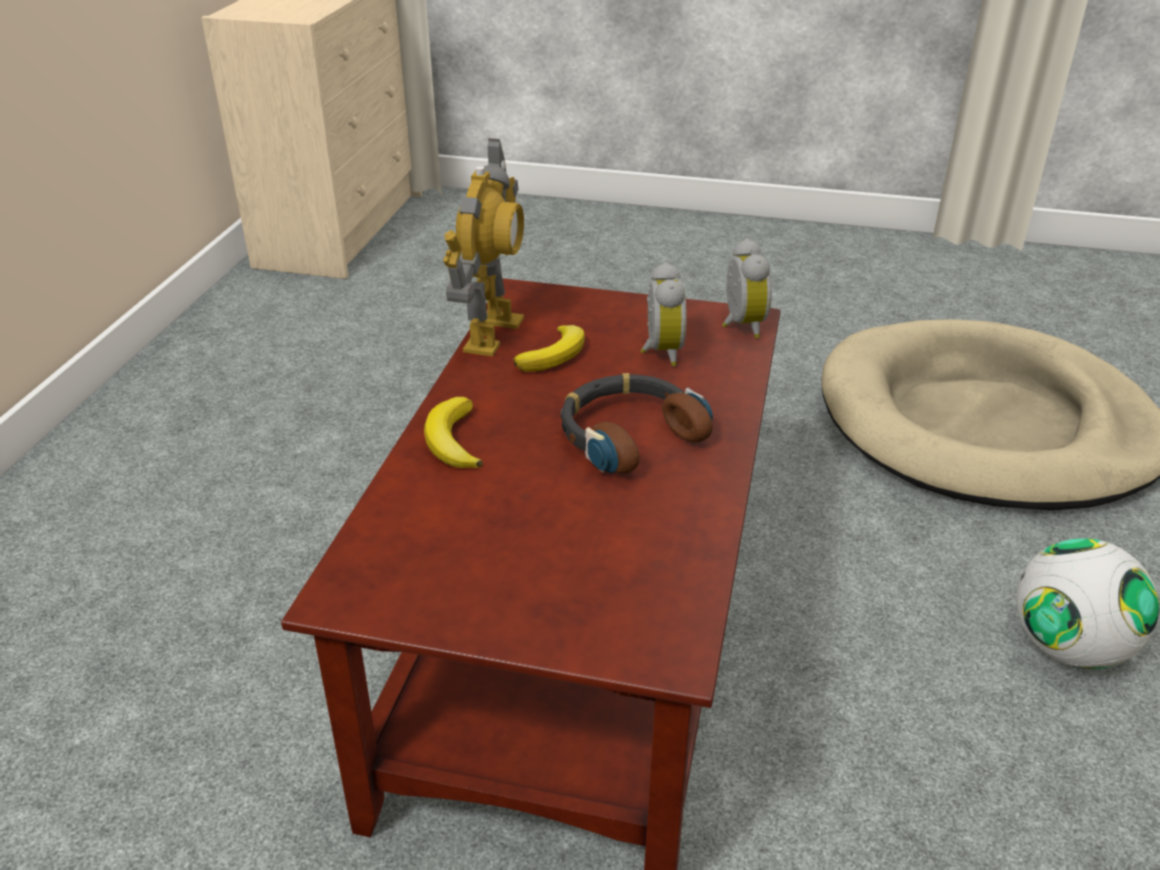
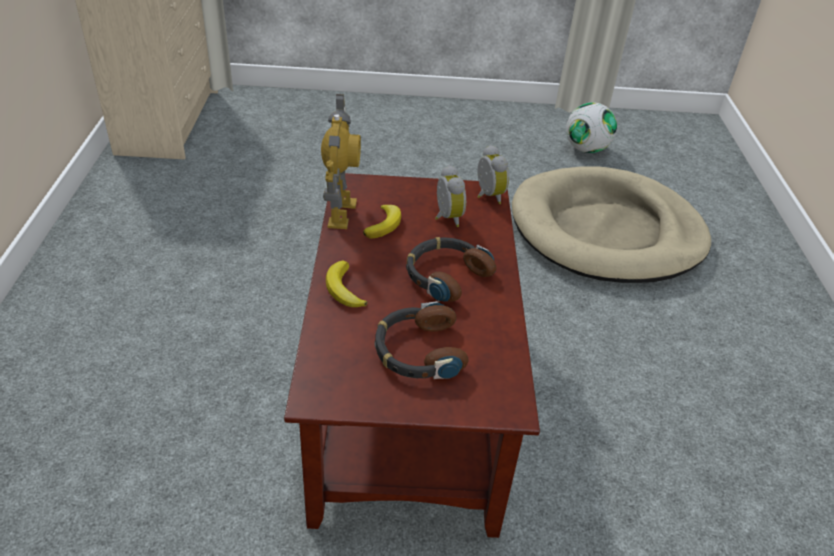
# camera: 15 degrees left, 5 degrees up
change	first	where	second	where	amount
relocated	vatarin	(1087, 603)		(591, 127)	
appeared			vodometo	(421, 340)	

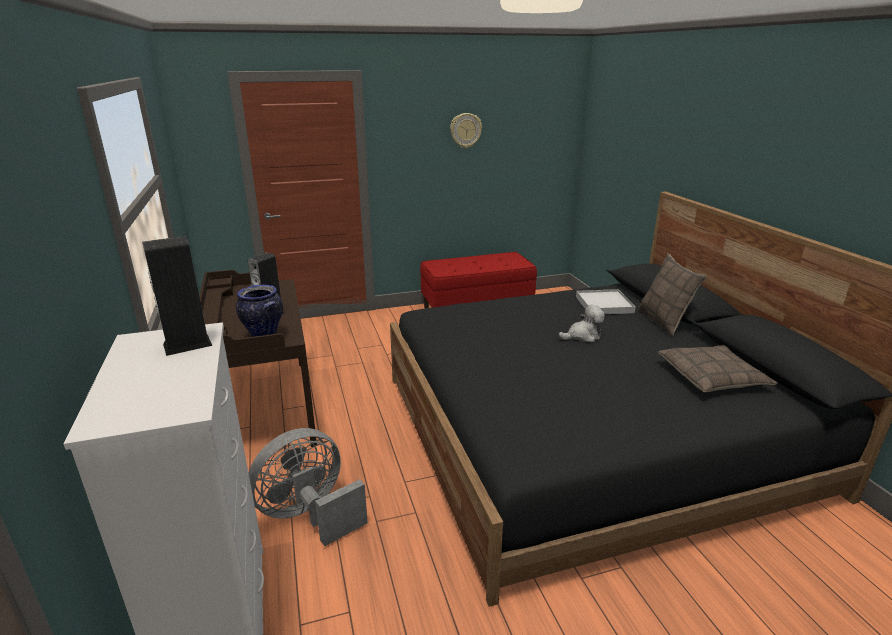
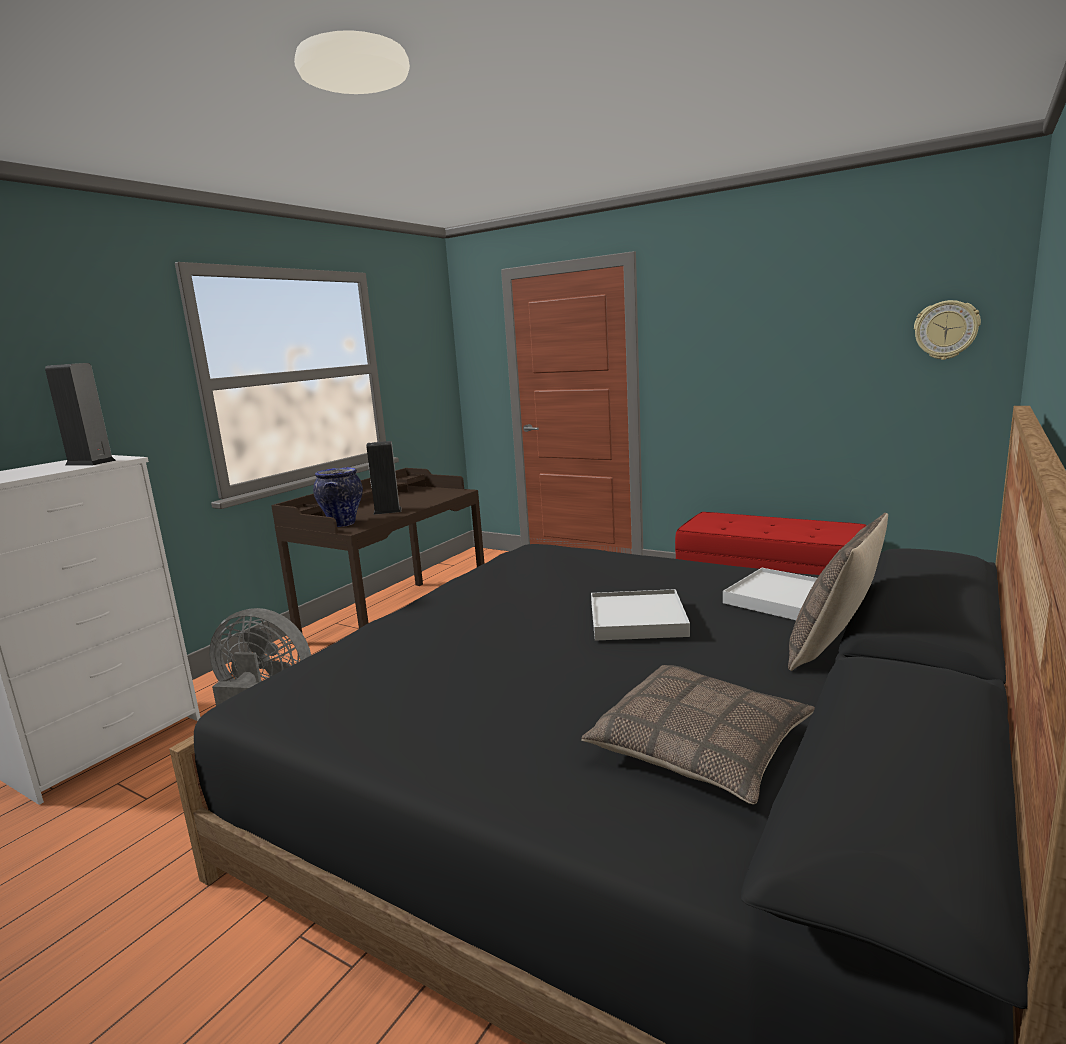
# camera: 50 degrees right, 10 degrees down
change	first	where	second	where	amount
relocated	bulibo	(466, 130)		(947, 330)	
exchanged	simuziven	(581, 323)	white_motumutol	(640, 615)	

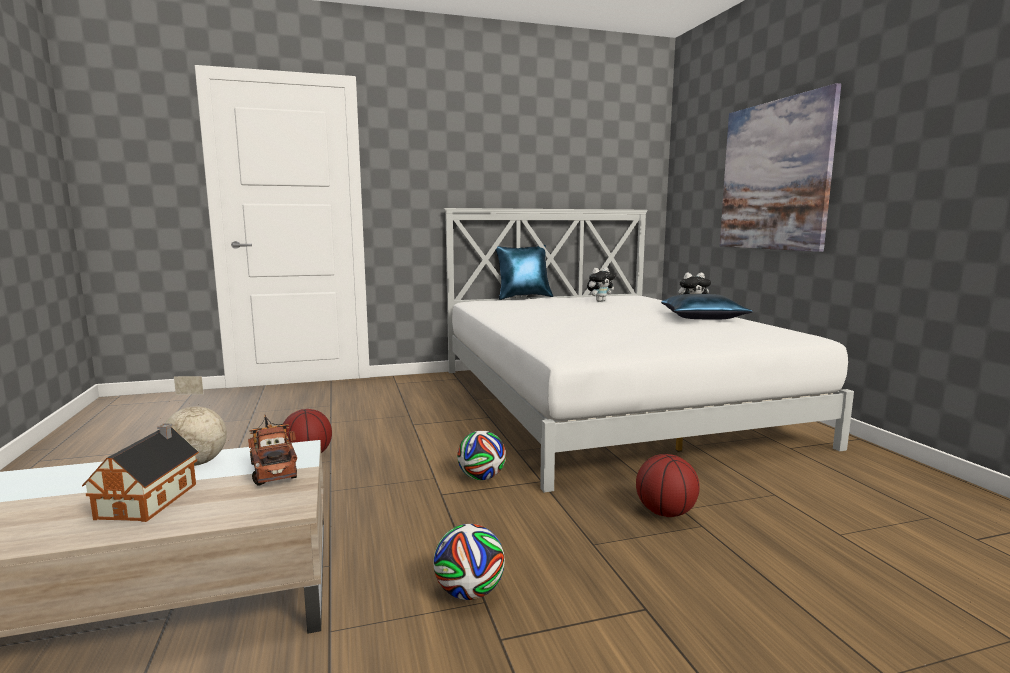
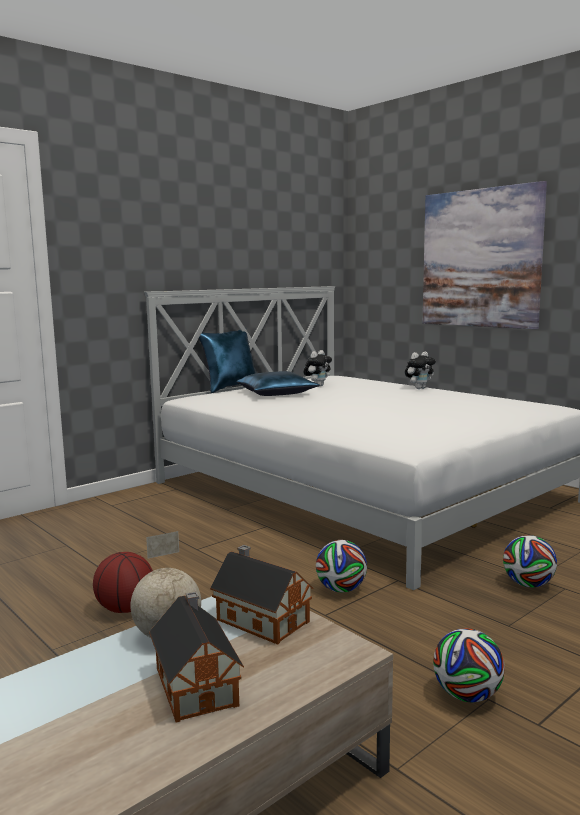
# camera: 25 degrees left, 0 degrees up
change	first	where	second	where	amount
relocated	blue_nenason	(707, 307)		(278, 383)	
exchanged	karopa	(272, 450)	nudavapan	(261, 595)	
exchanged	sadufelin	(668, 485)	vatarin	(530, 561)	

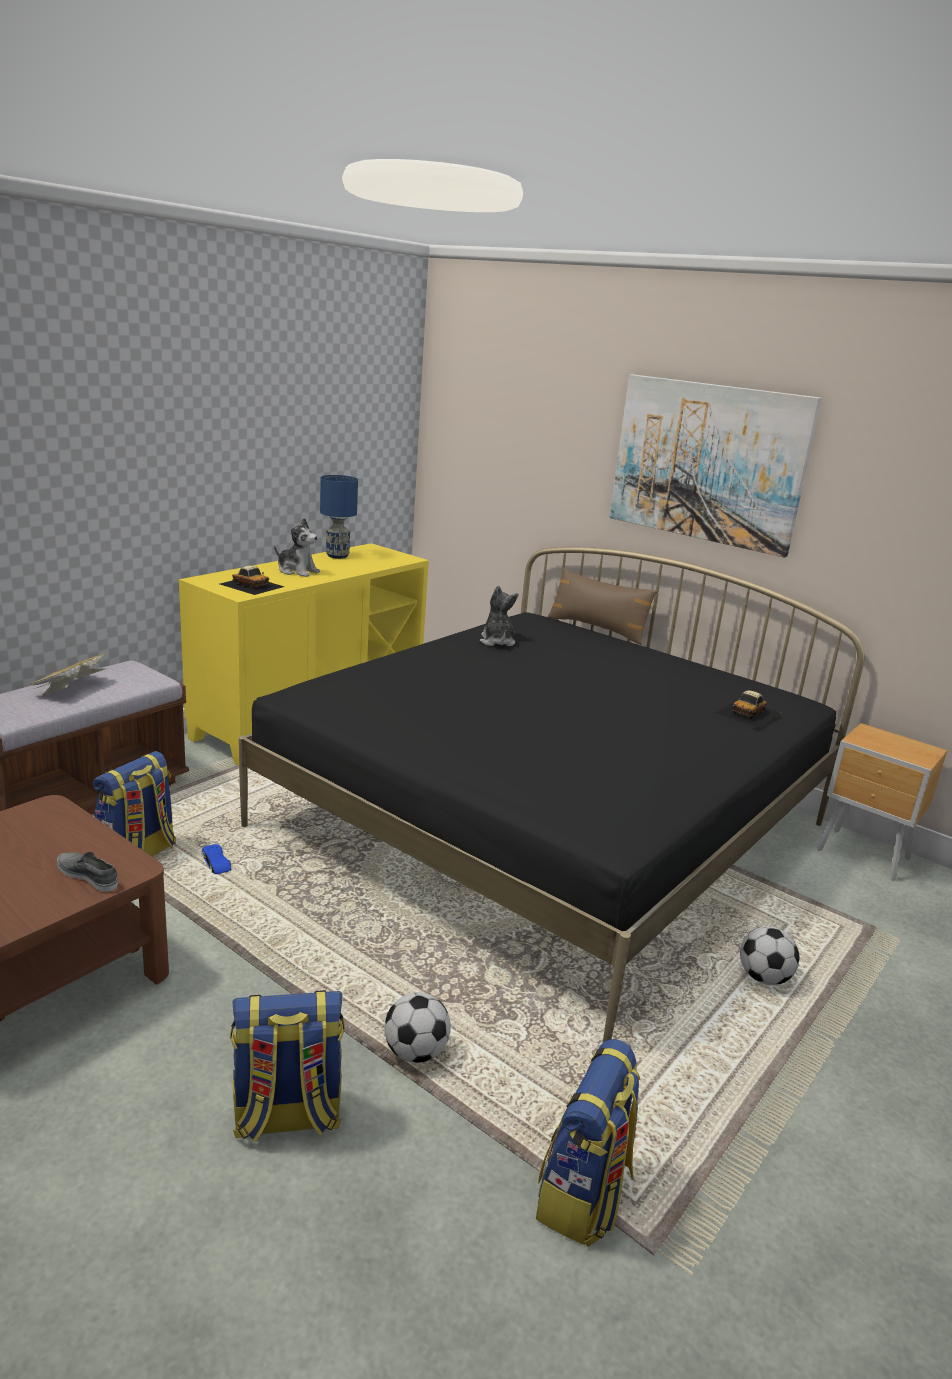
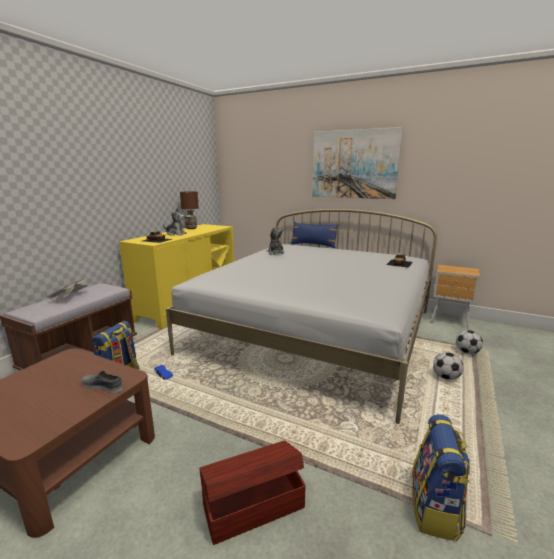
# camera: 10 degrees left, 5 degrees down
change	first	where	second	where	amount
colour	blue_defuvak	(339, 517)	brown_defuvak	(189, 210)	
colour	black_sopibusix	(551, 794)	white_sopibusix	(301, 316)	
colour	brown_nenason	(602, 606)	blue_nenason	(314, 235)	
exchanged	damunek	(287, 1066)	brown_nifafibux	(252, 492)	
relocated	vatarin	(417, 1027)		(469, 342)	

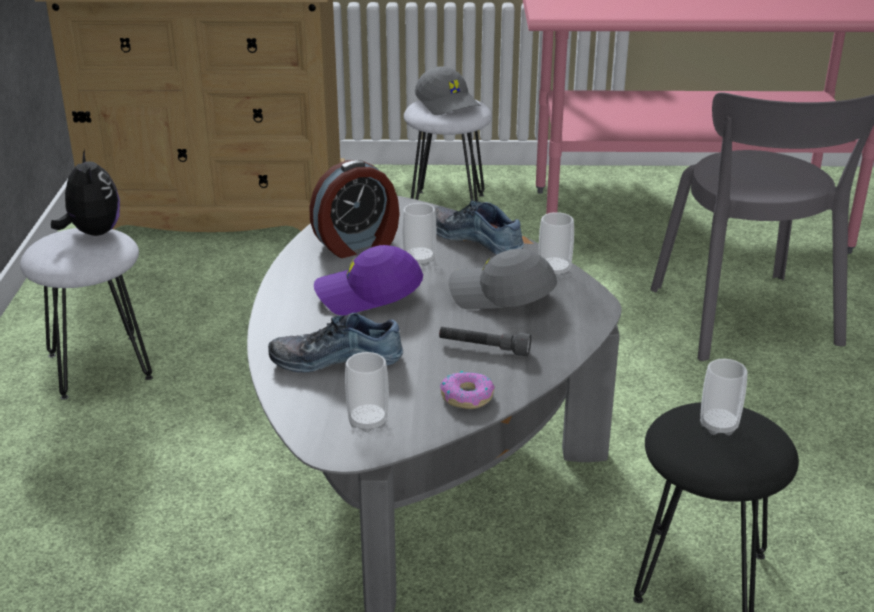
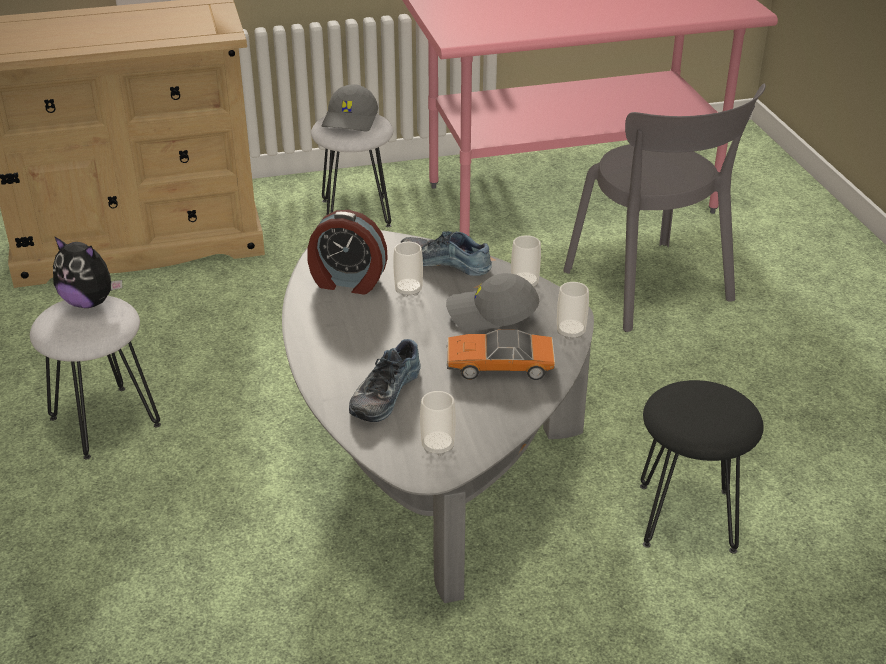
# camera: 15 degrees left, 5 degrees up
change	first	where	second	where	amount
spun	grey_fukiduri	(448, 90)		(350, 107)	60 degrees clockwise
spun	simuziven	(85, 192)		(87, 272)	150 degrees clockwise
spun	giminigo	(354, 209)		(347, 252)	60 degrees clockwise
missing	purple_fukiduri	(368, 280)			
spun	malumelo	(335, 343)		(385, 380)	45 degrees counterclockwise
exchanged	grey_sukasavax	(485, 341)	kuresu	(501, 355)	
relocated	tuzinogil	(723, 397)		(573, 311)	
missing	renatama	(467, 390)			

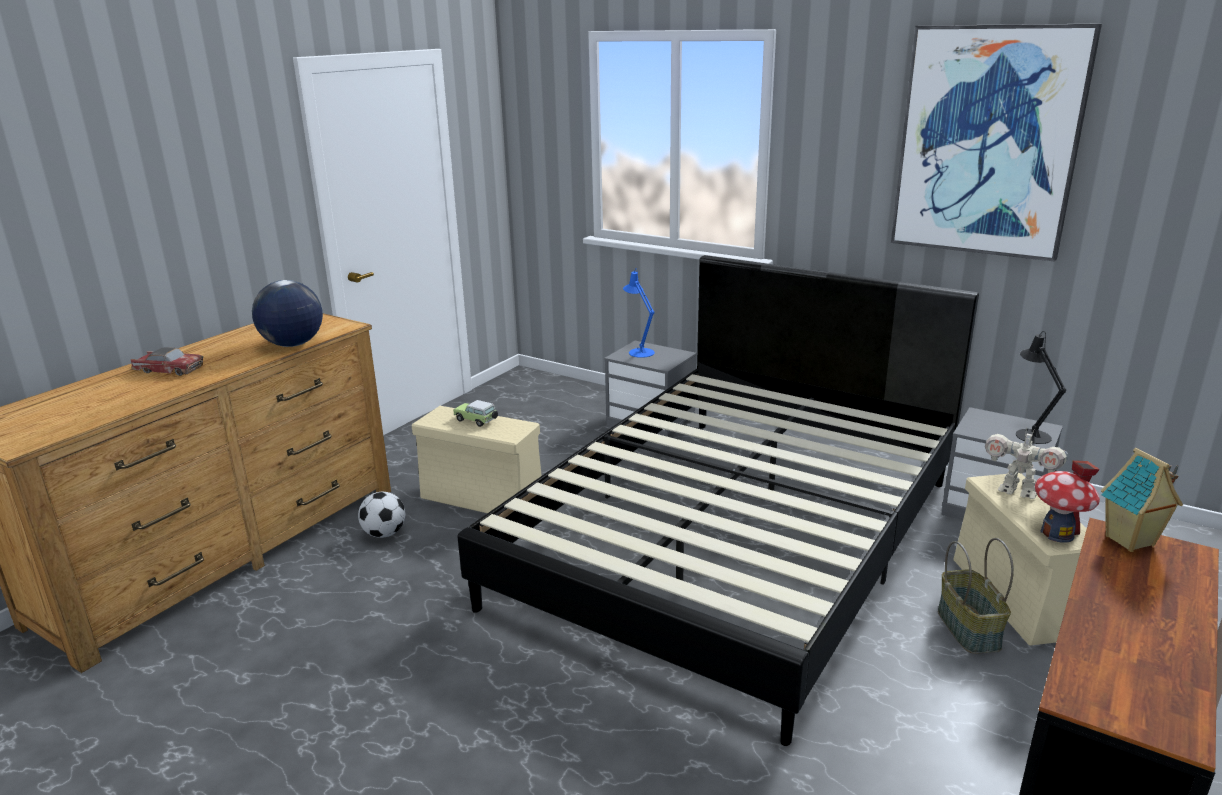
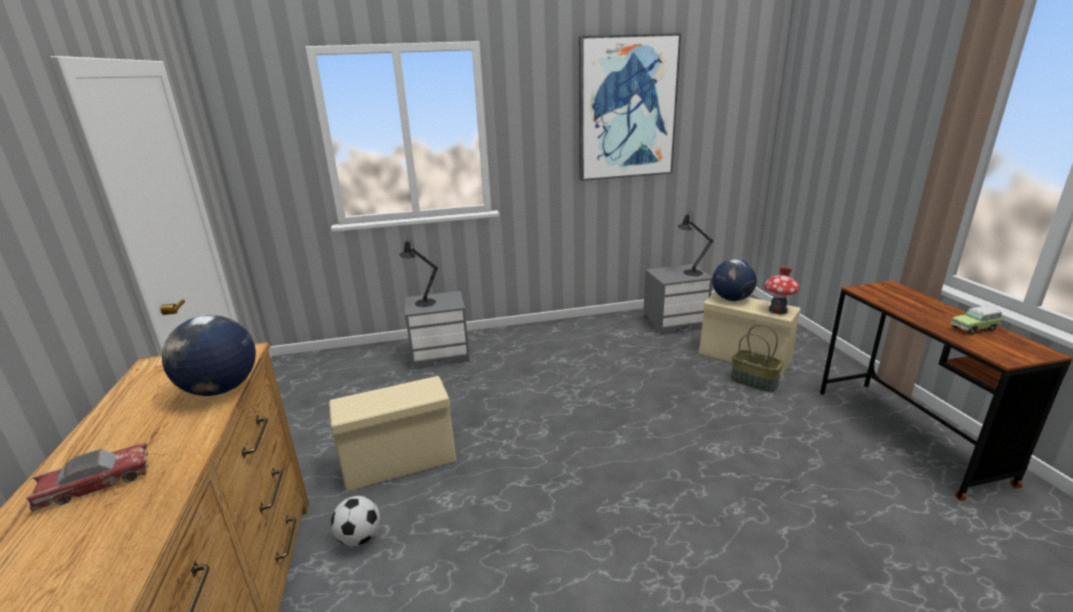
# camera: 45 degrees left, 0 degrees up
change	first	where	second	where	amount
missing	black_sopibusix	(718, 500)			
colour	blue_defuvak	(639, 313)	black_defuvak	(418, 272)	
relocated	kuresu	(475, 413)		(976, 320)	
exchanged	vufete	(1026, 463)	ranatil	(734, 280)	
missing	nudavapan	(1142, 500)			

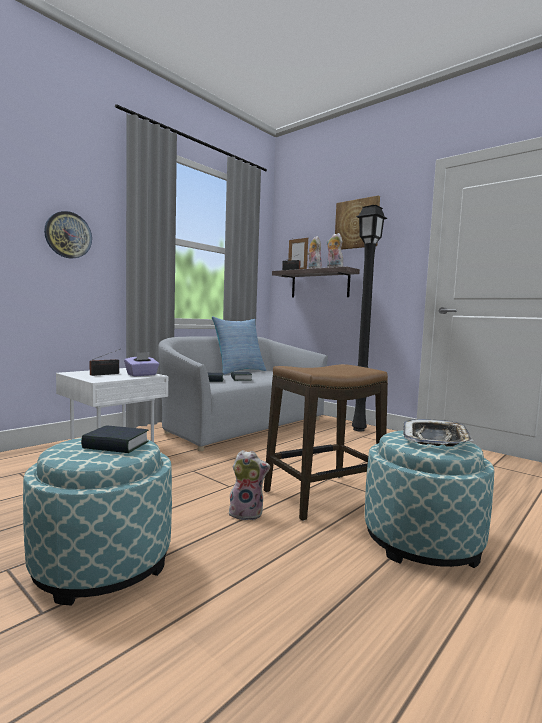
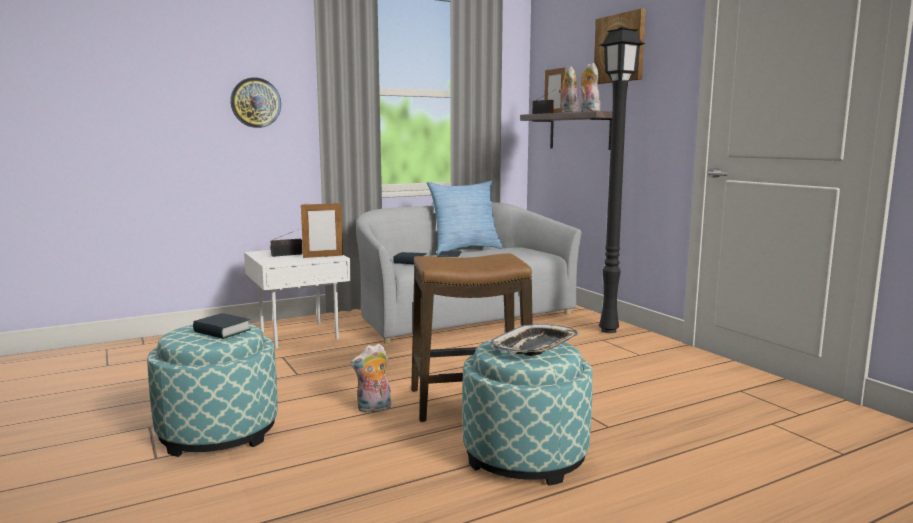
# camera: 20 degrees right, 5 degrees up
change	first	where	second	where	amount
exchanged	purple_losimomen	(141, 364)	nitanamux	(322, 230)	
spun	simuziven	(249, 485)		(370, 378)	135 degrees clockwise

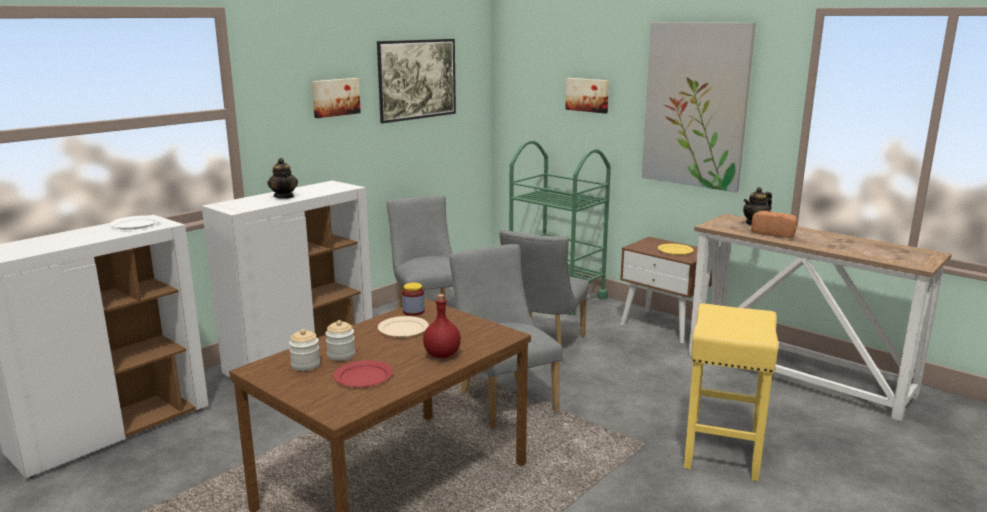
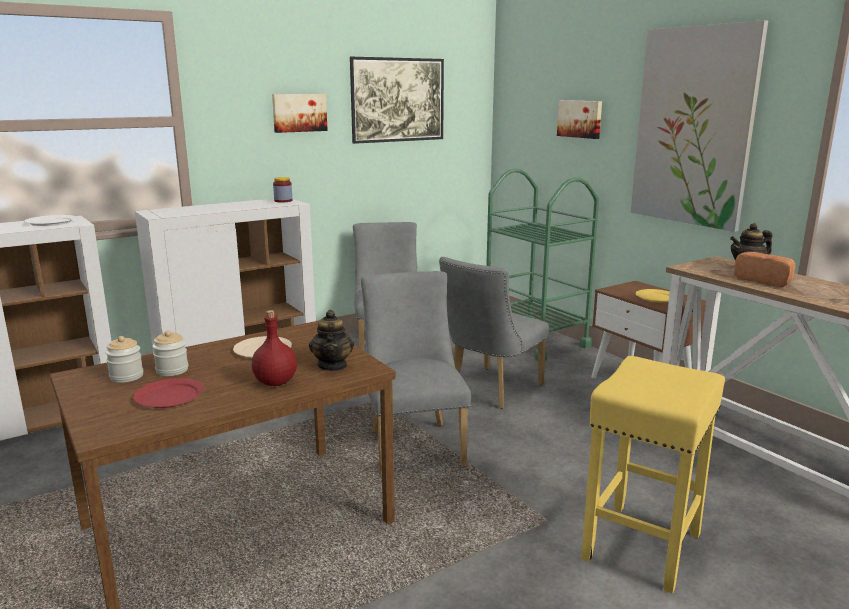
# camera: 15 degrees right, 0 degrees up
change	first	where	second	where	amount
relocated	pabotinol	(282, 178)		(331, 340)	
relocated	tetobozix	(413, 299)		(282, 190)	

